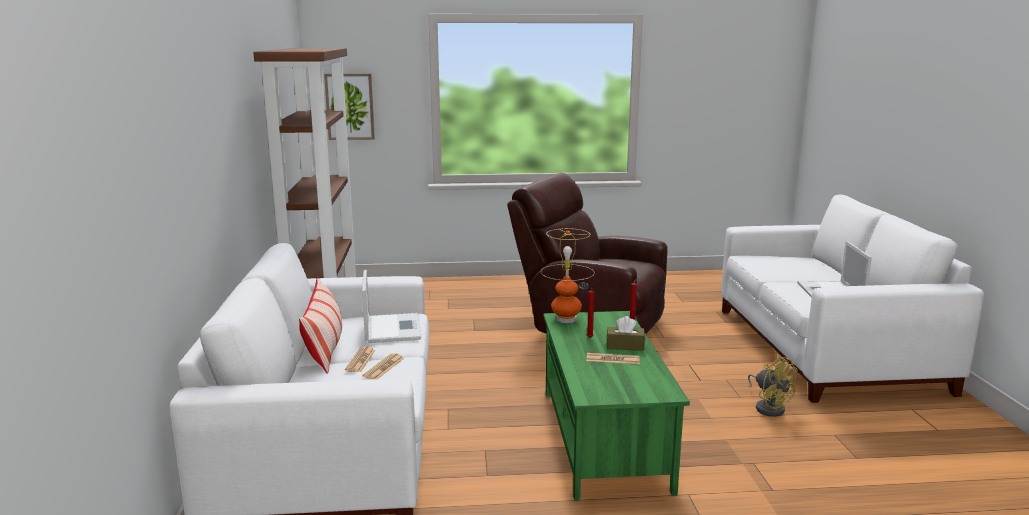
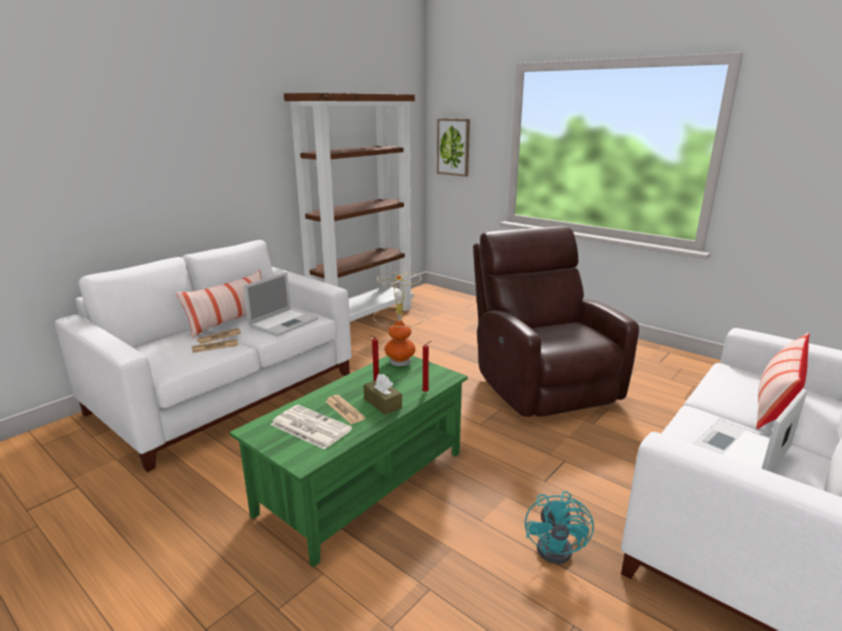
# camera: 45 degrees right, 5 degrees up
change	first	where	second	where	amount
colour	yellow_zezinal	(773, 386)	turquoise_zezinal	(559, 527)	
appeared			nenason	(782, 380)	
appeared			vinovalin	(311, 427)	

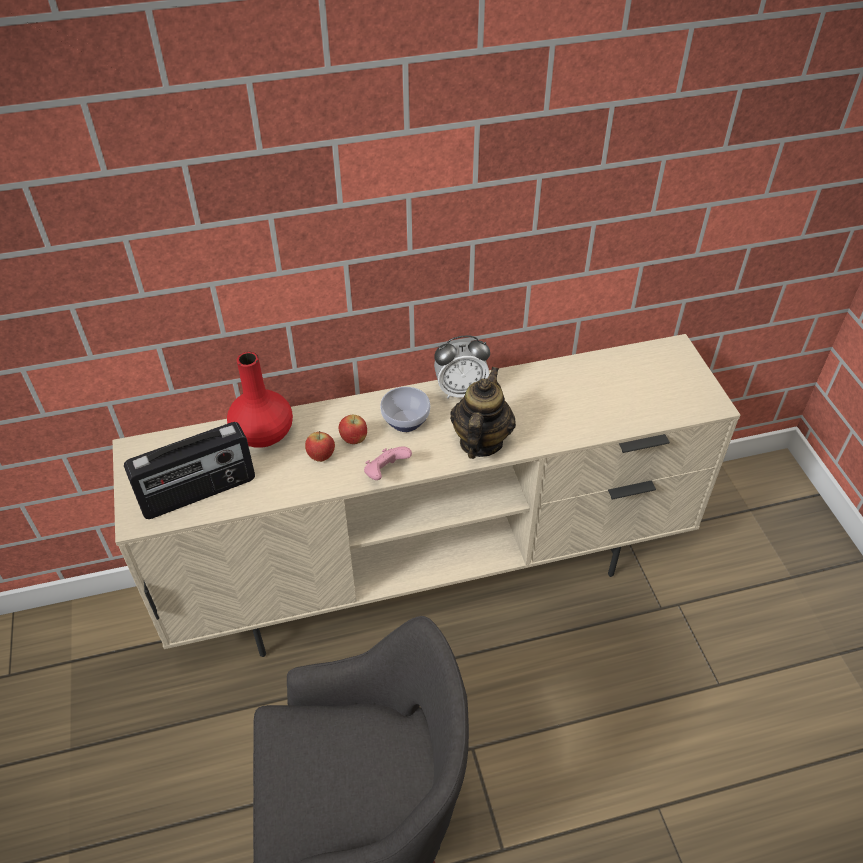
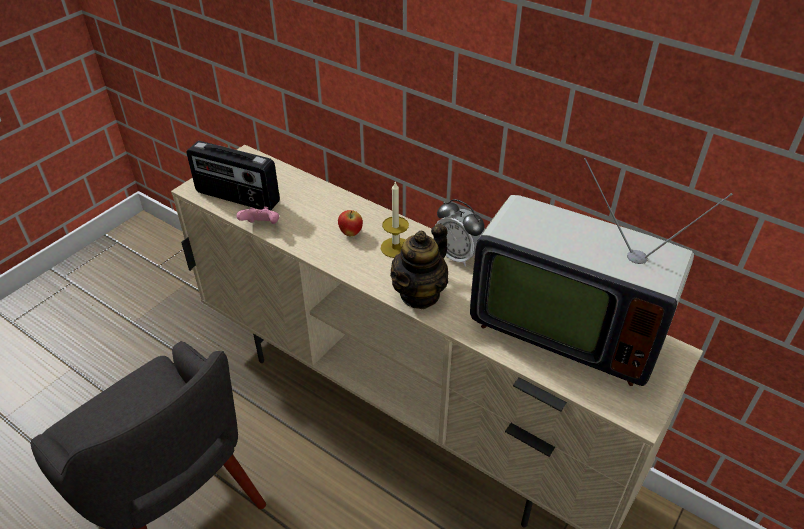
# camera: 50 degrees right, 5 degrees down
change	first	where	second	where	amount
missing	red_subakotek	(260, 400)			
spun	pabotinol	(483, 413)		(419, 266)	150 degrees clockwise
exchanged	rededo	(405, 409)	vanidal	(395, 220)	
missing	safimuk	(320, 446)			
relocated	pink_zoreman	(388, 463)		(258, 215)	
appeared			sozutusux	(601, 272)	

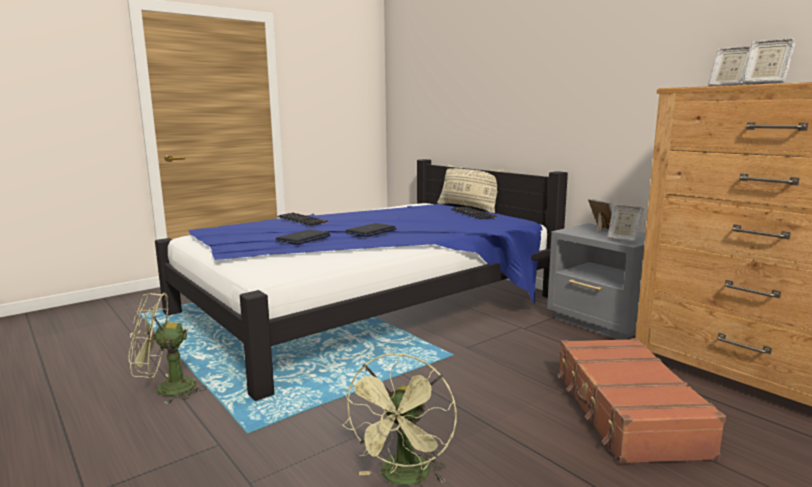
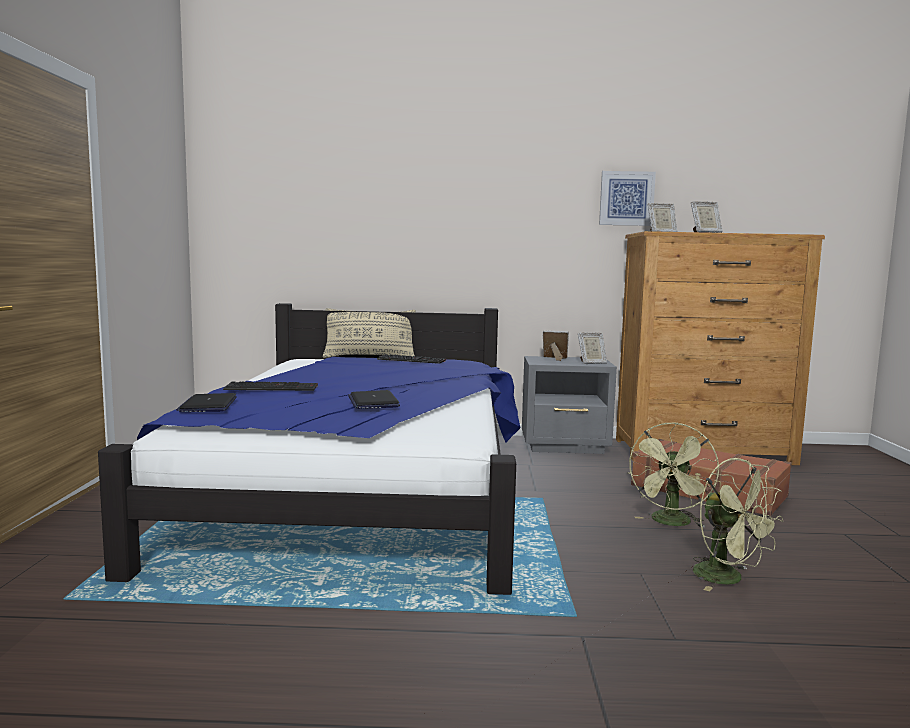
# camera: 50 degrees left, 5 degrees down
change	first	where	second	where	amount
relocated	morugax	(371, 230)		(206, 402)	
relocated	green_zezinal	(168, 348)		(673, 474)	
appeared			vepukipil	(627, 198)	

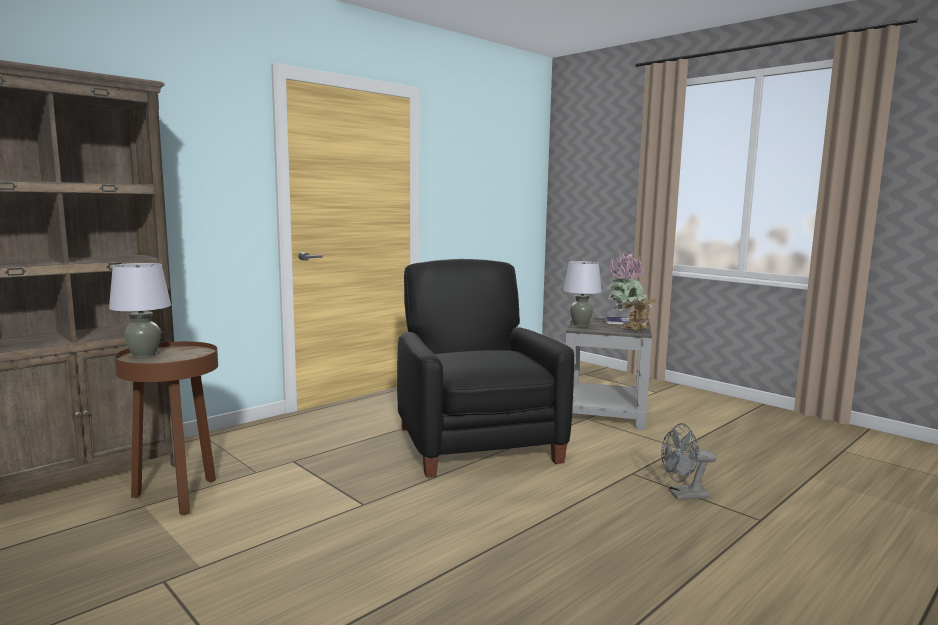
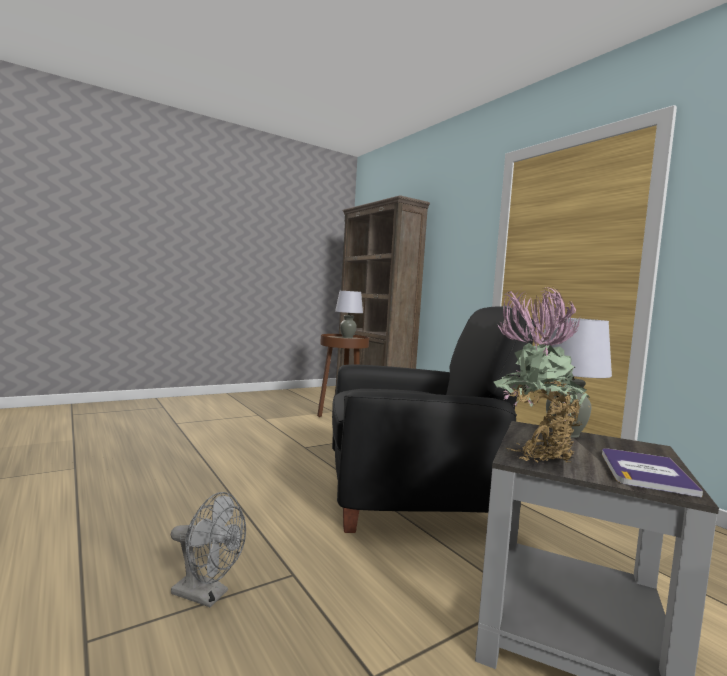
# camera: 100 degrees right, 5 degrees down
change	first	where	second	where	amount
spun	grey_zezinal	(688, 461)		(208, 549)	105 degrees clockwise

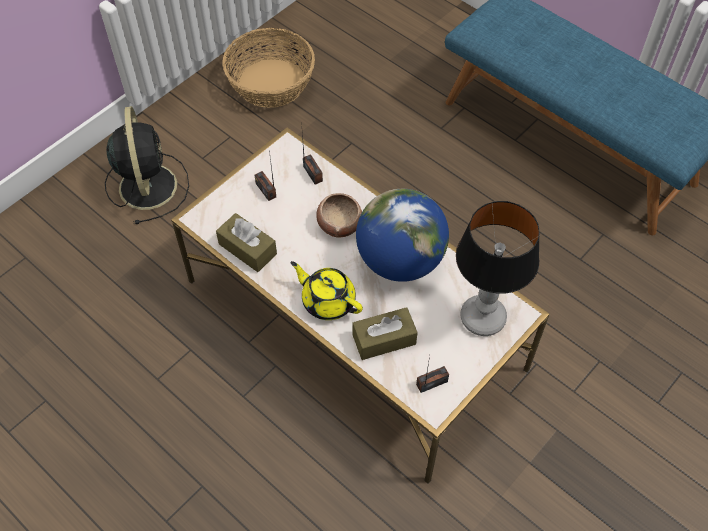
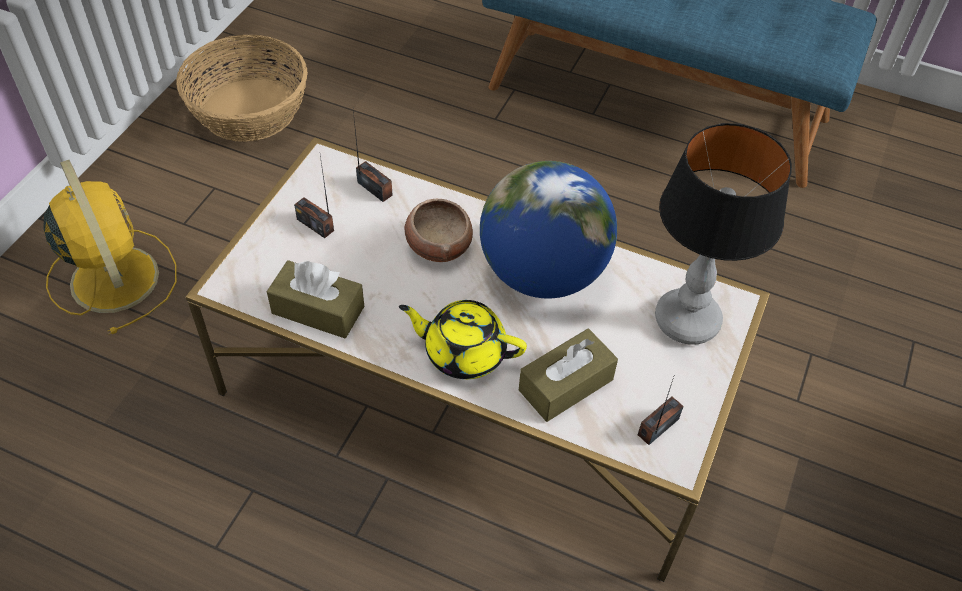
# camera: 20 degrees left, 5 degrees down
change	first	where	second	where	amount
colour	black_zezinal	(147, 165)	yellow_zezinal	(110, 247)	

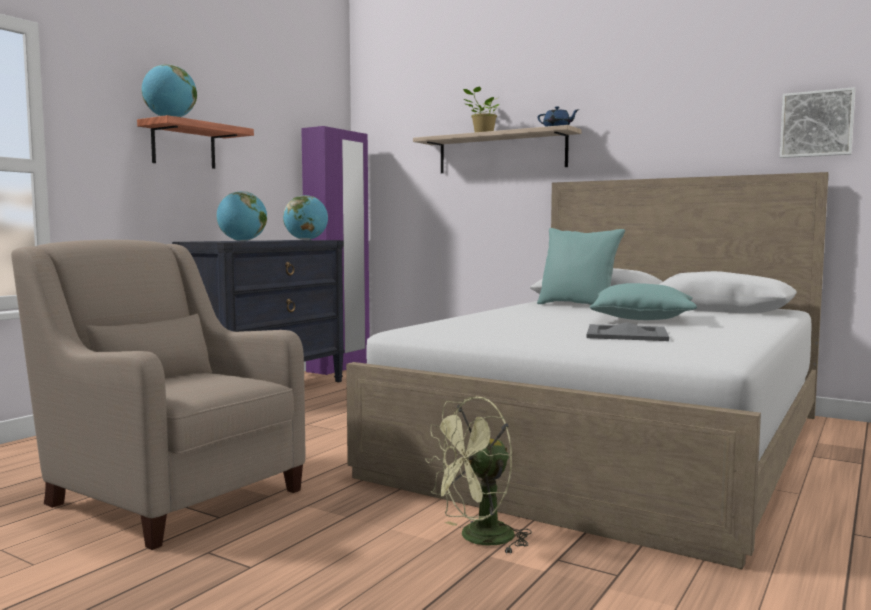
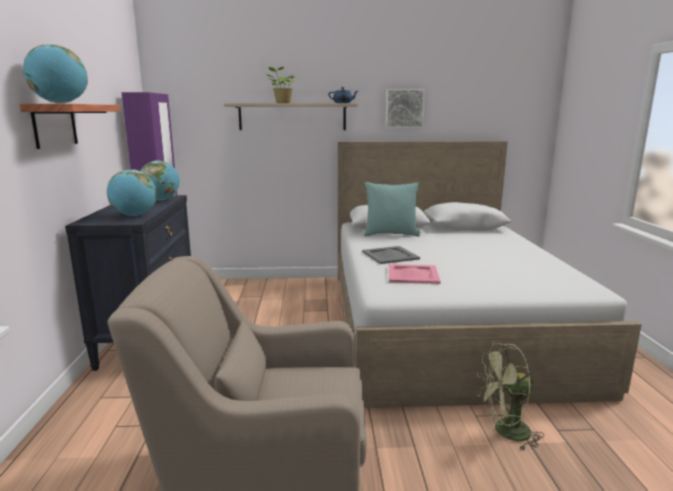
# camera: 35 degrees left, 10 degrees up
change	first	where	second	where	amount
relocated	vepukipil	(817, 122)		(405, 108)	
missing	turquoise_nenason	(643, 301)			
relocated	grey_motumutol	(628, 331)		(391, 255)	
spun	green_zezinal	(478, 475)		(510, 396)	60 degrees clockwise
appeared			pink_motumutol	(415, 274)	

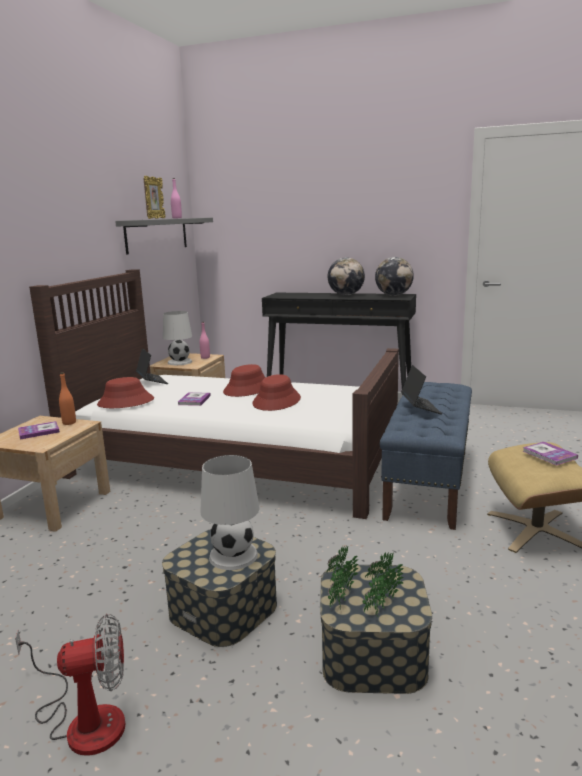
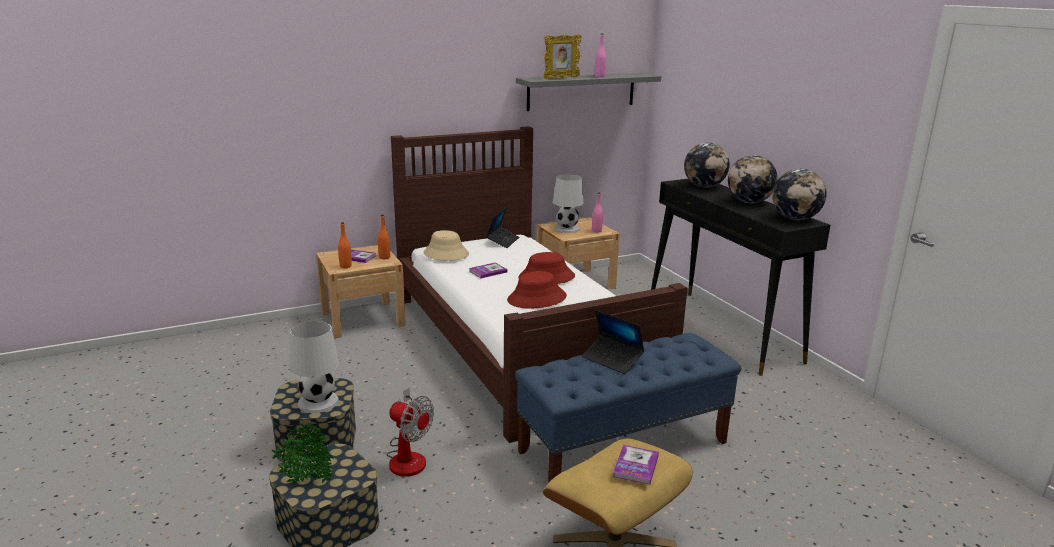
# camera: 45 degrees right, 5 degrees up
change	first	where	second	where	amount
spun	morugax	(421, 389)		(613, 342)	90 degrees clockwise
colour	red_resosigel	(125, 392)	beige_resosigel	(446, 245)	
relocated	zezinal	(70, 685)		(410, 432)	
appeared			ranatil	(707, 165)	
appeared			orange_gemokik	(345, 245)	

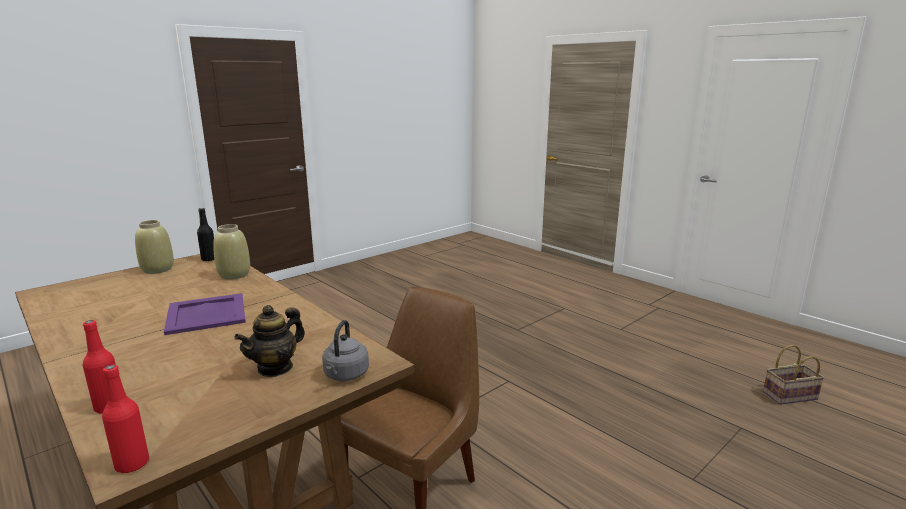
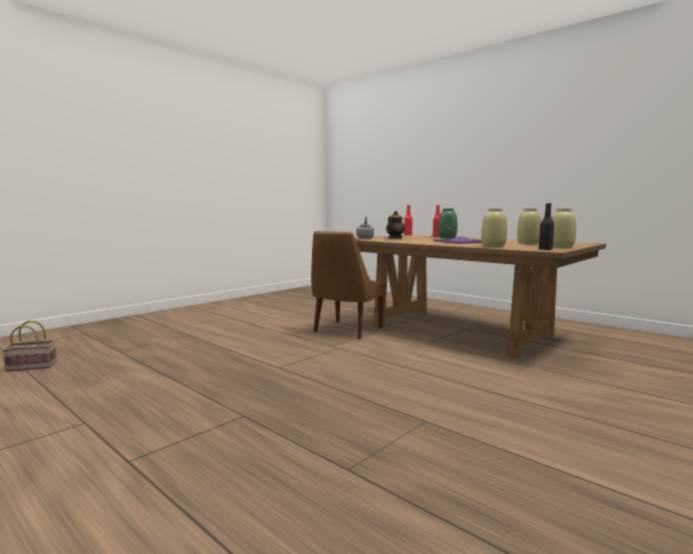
# camera: 175 degrees right, 10 degrees down
change	first	where	second	where	amount
appeared			green_subakotek	(447, 223)	
appeared			beige_subakotek	(529, 226)	

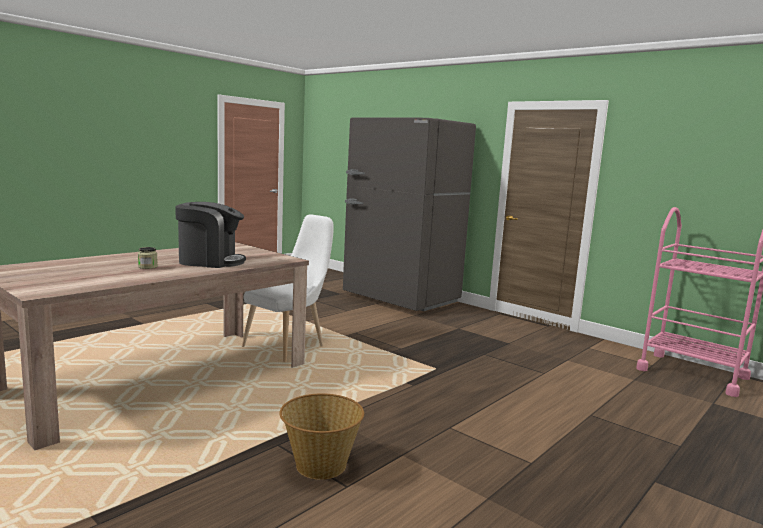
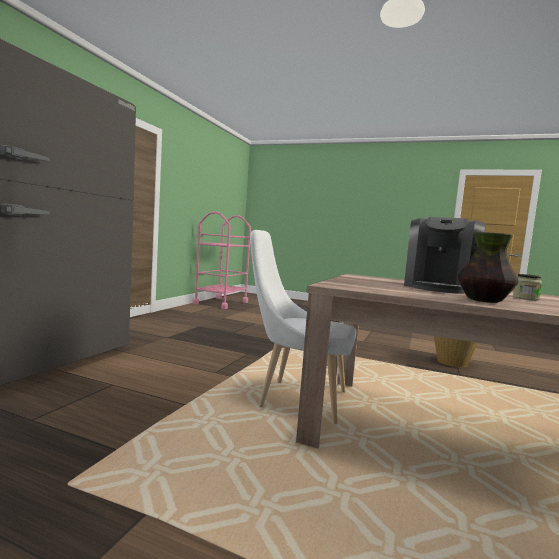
# camera: 110 degrees left, 5 degrees down
change	first	where	second	where	amount
spun	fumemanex	(210, 235)		(445, 255)	135 degrees counterclockwise
appeared			subakotek	(488, 267)	

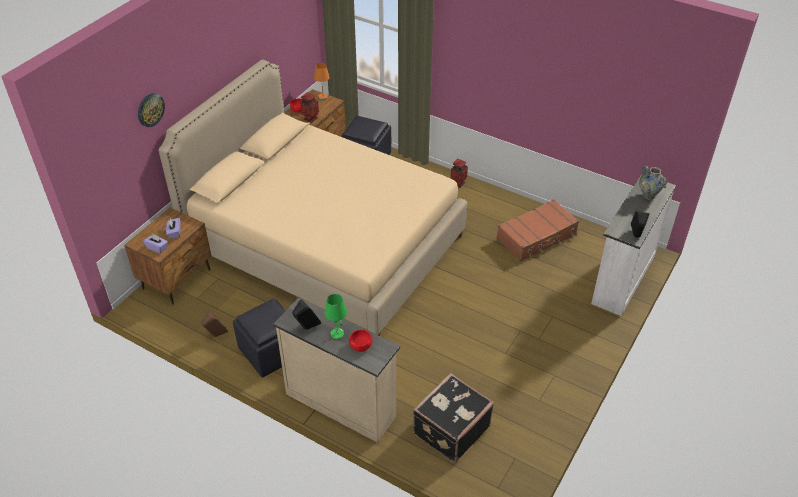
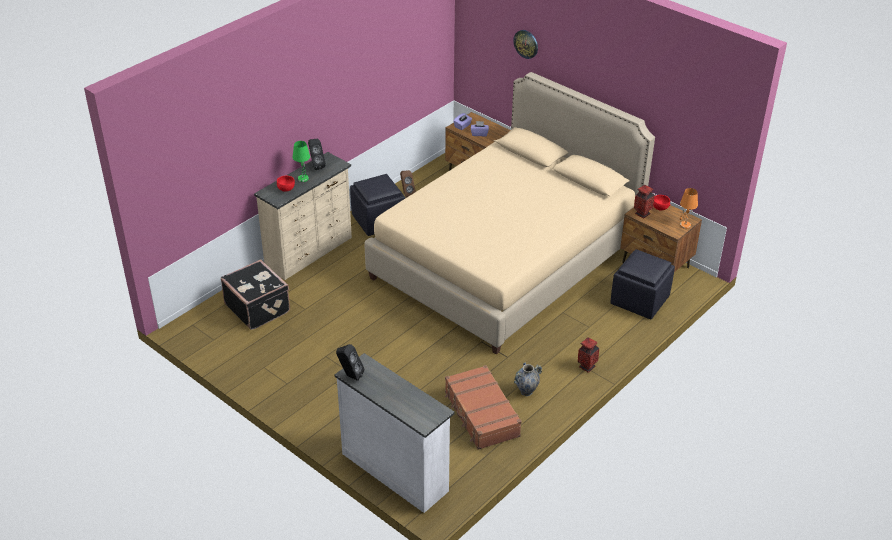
# camera: 100 degrees right, 5 degrees down
change	first	where	second	where	amount
relocated	subakotek	(653, 182)		(528, 379)	

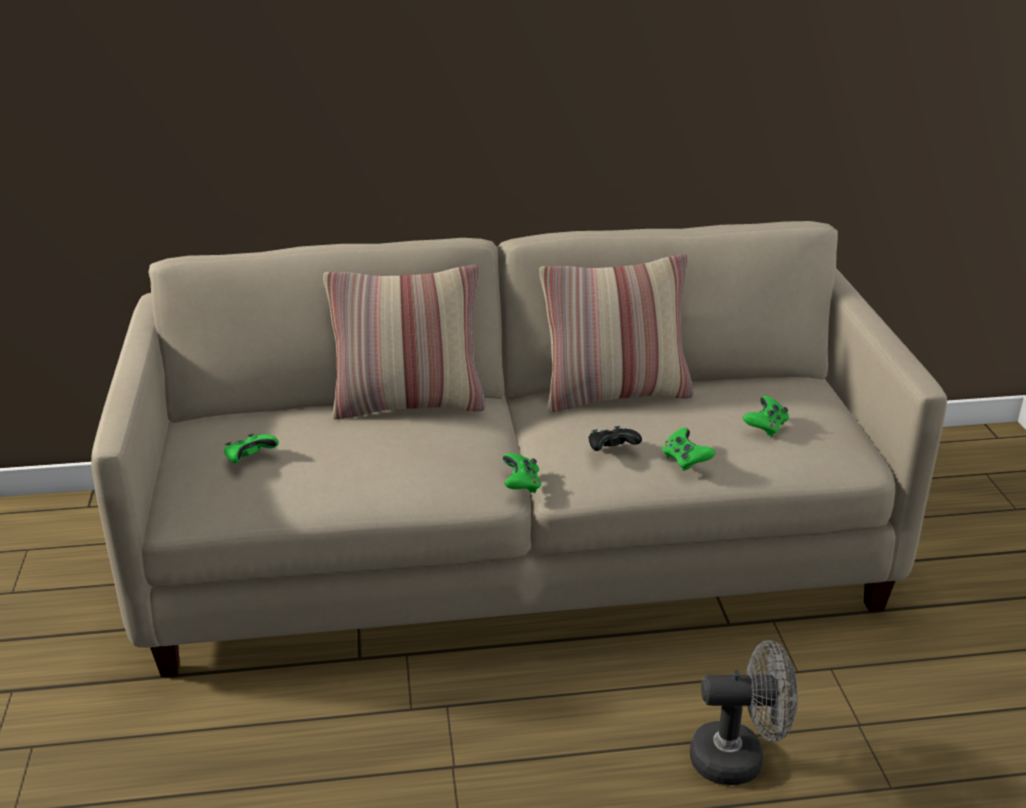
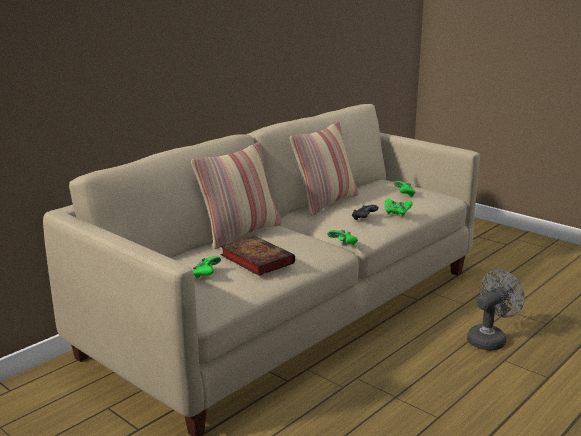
# camera: 40 degrees left, 10 degrees down
change	first	where	second	where	amount
appeared			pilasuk	(257, 256)	

